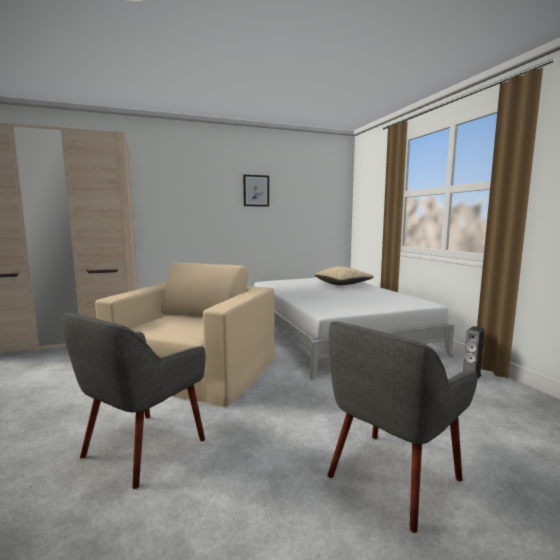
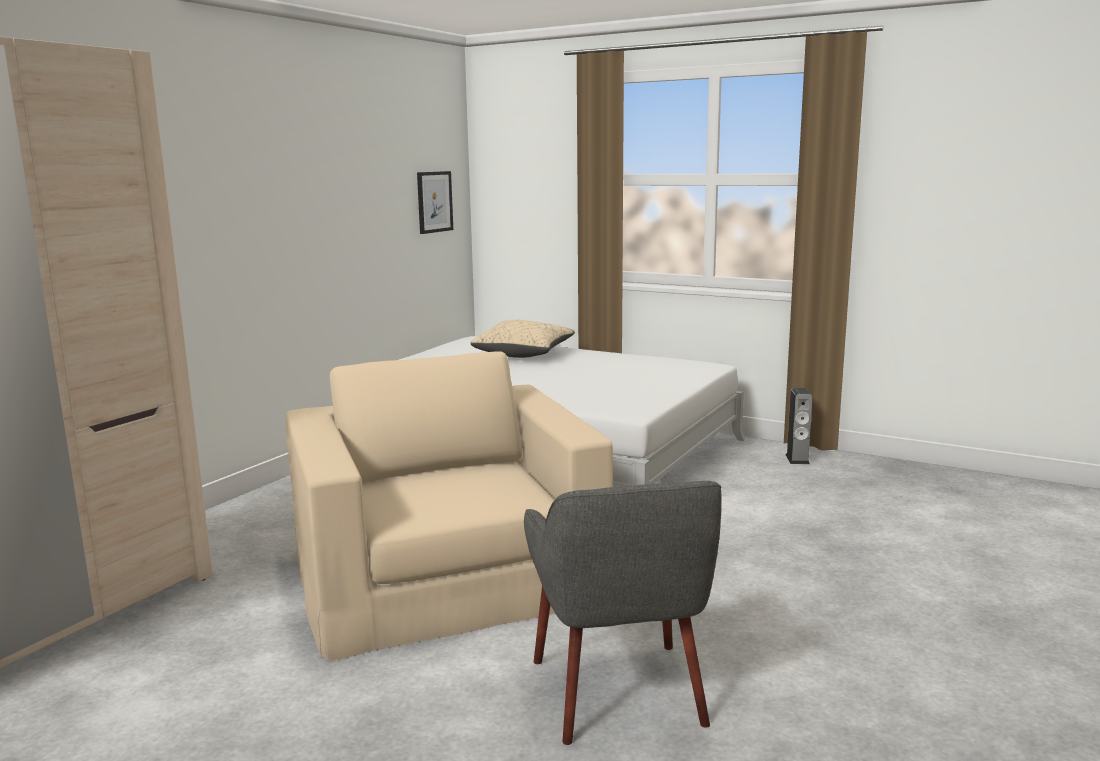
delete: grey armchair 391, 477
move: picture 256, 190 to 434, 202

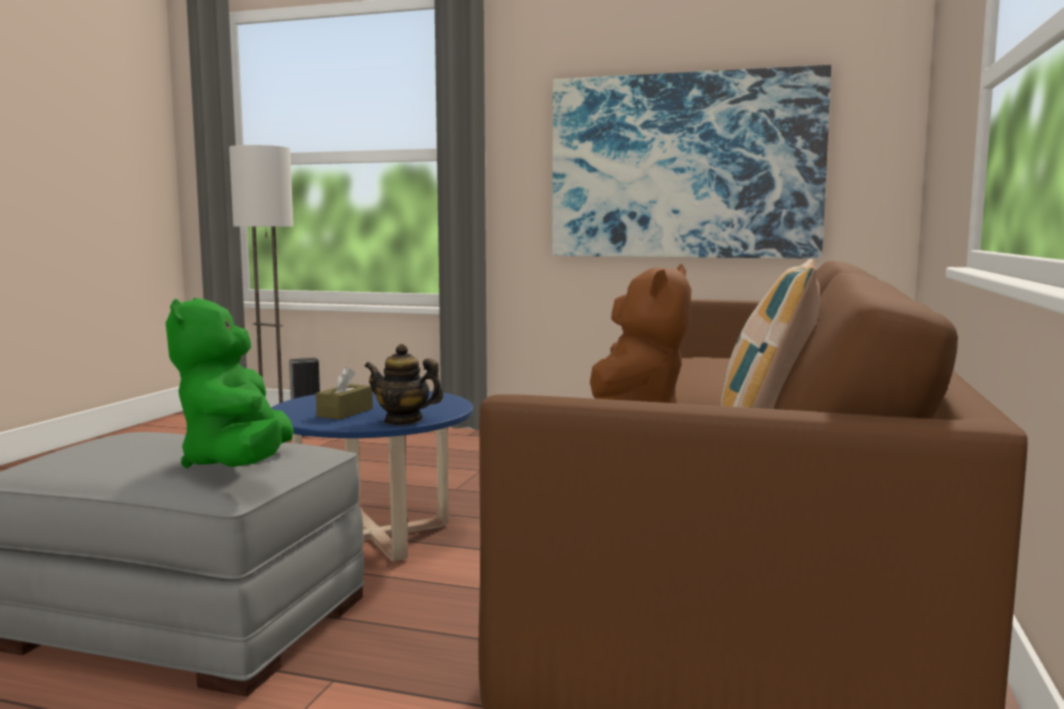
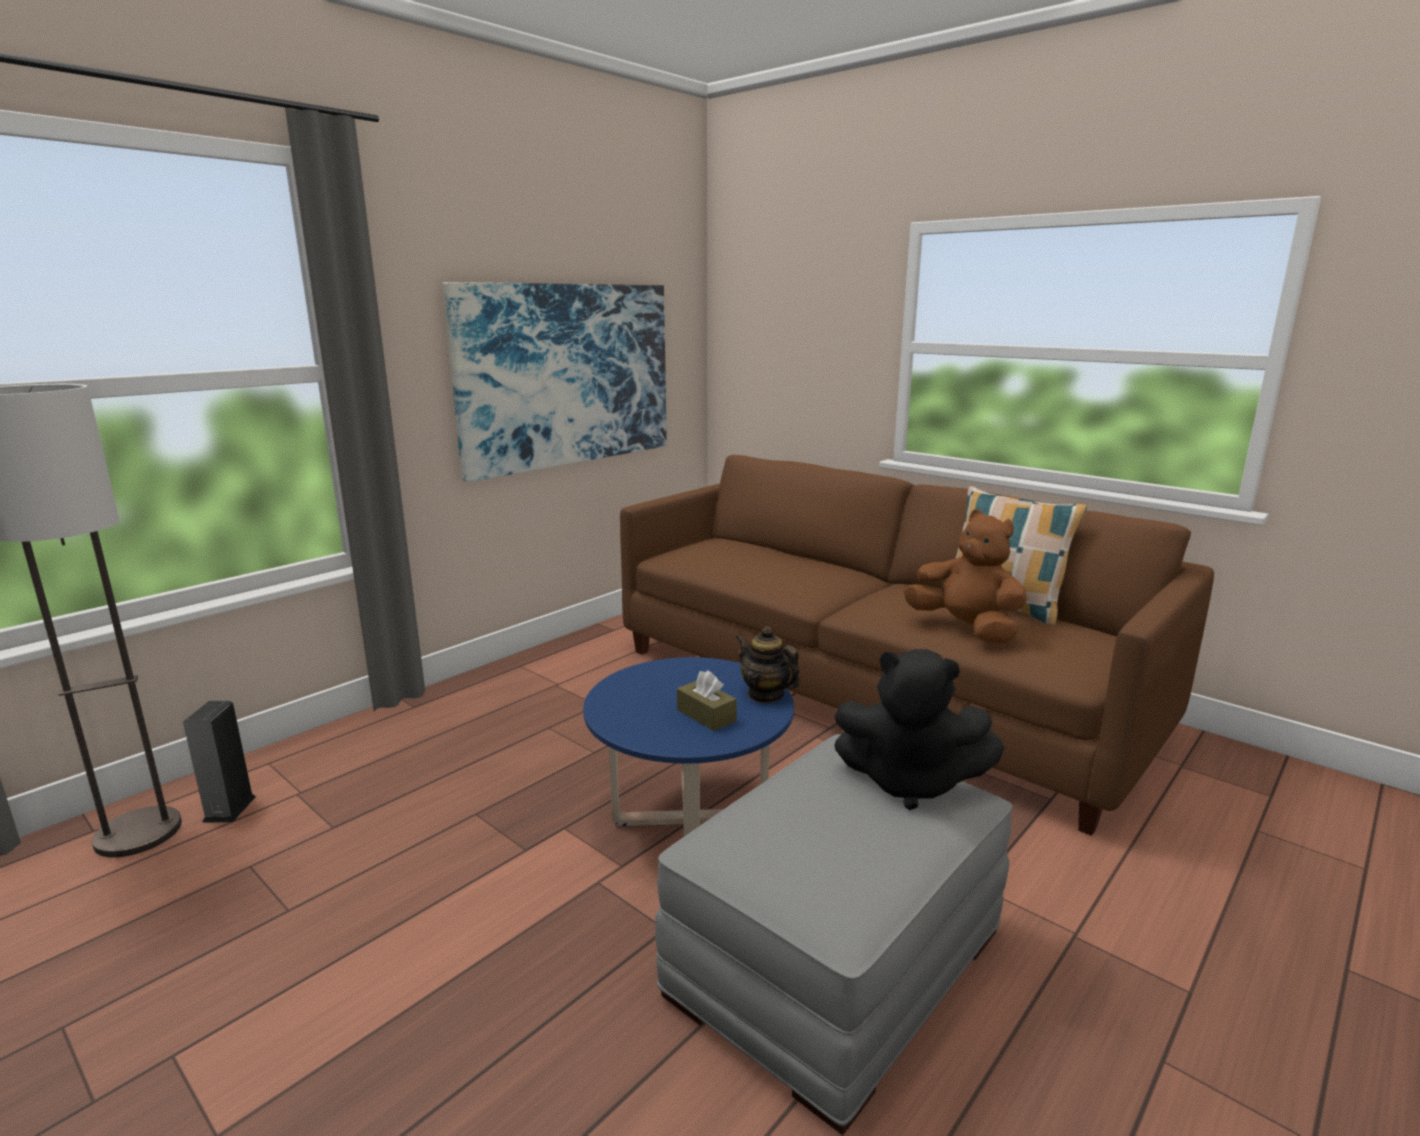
recolor: green plush toy 238, 465 to black plush toy 910, 782
rotate: teapot 403, 421 = 765, 695 90 degrees clockwise

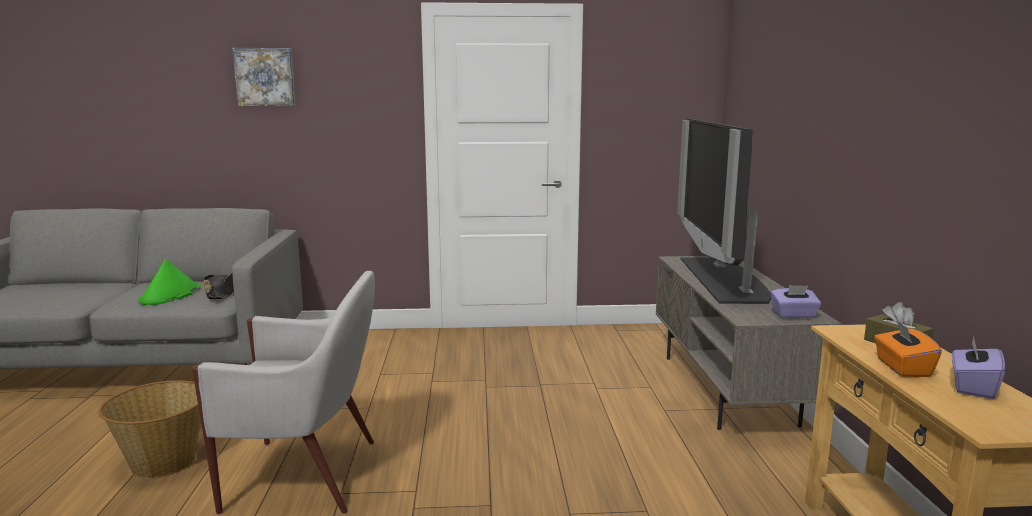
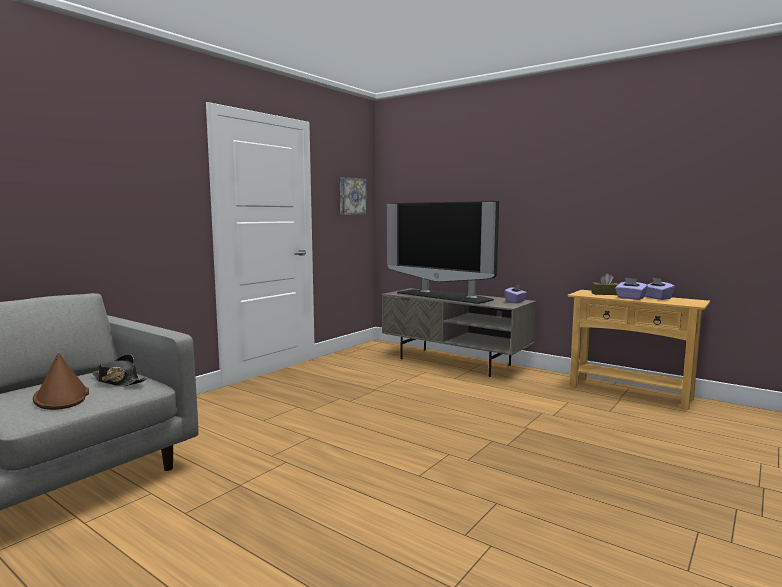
delete: white armchair 306, 475; basket 163, 462
move: picture 265, 77 to 352, 196
recolor: green hat 170, 295 to brown hat 62, 397; orange tissue box 902, 368 to purple tissue box 630, 298

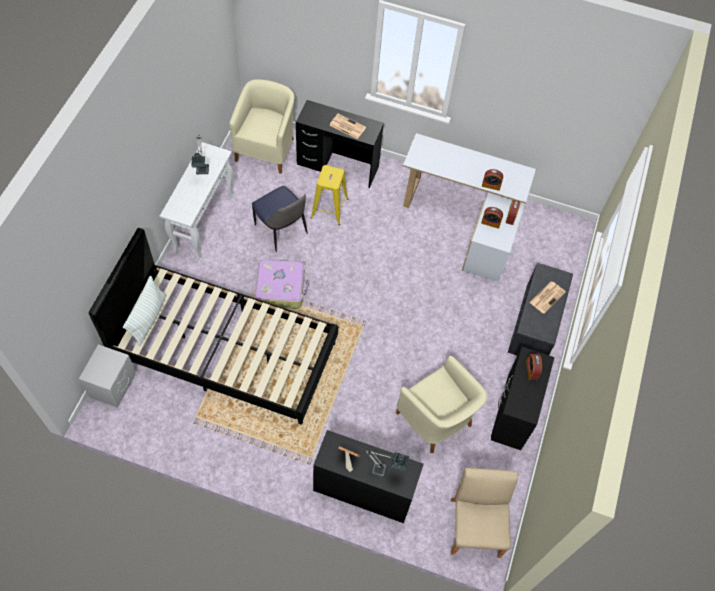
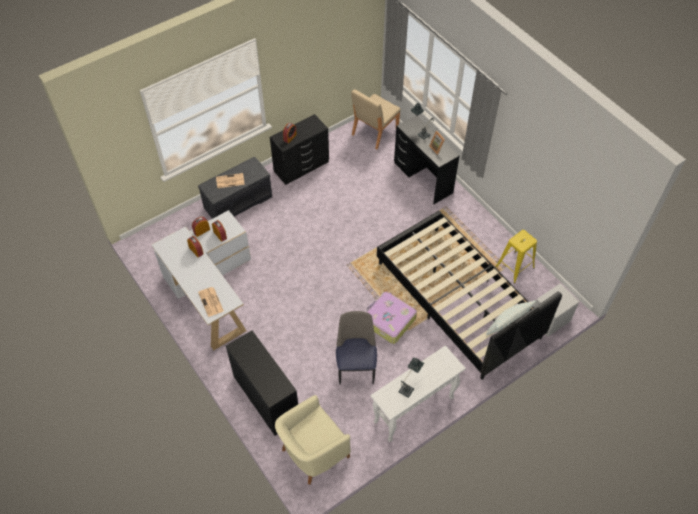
delete: beige armchair 436, 420
move: newspaper 347, 126 to 211, 302; yellow stool 329, 208 to 514, 267

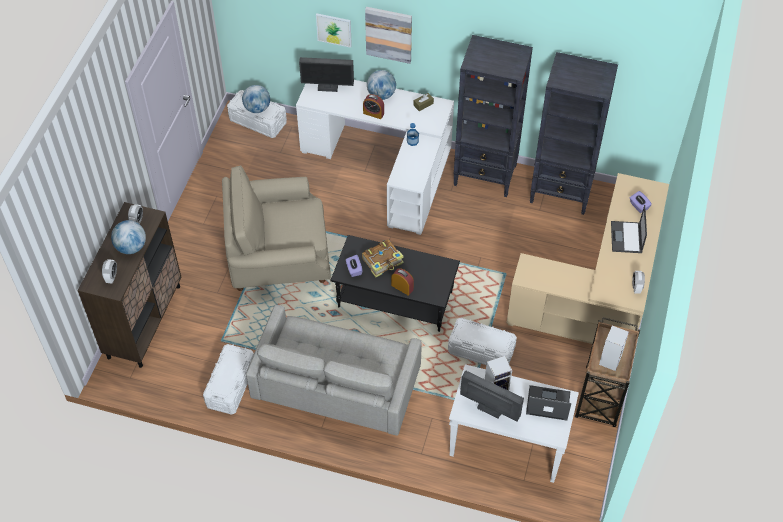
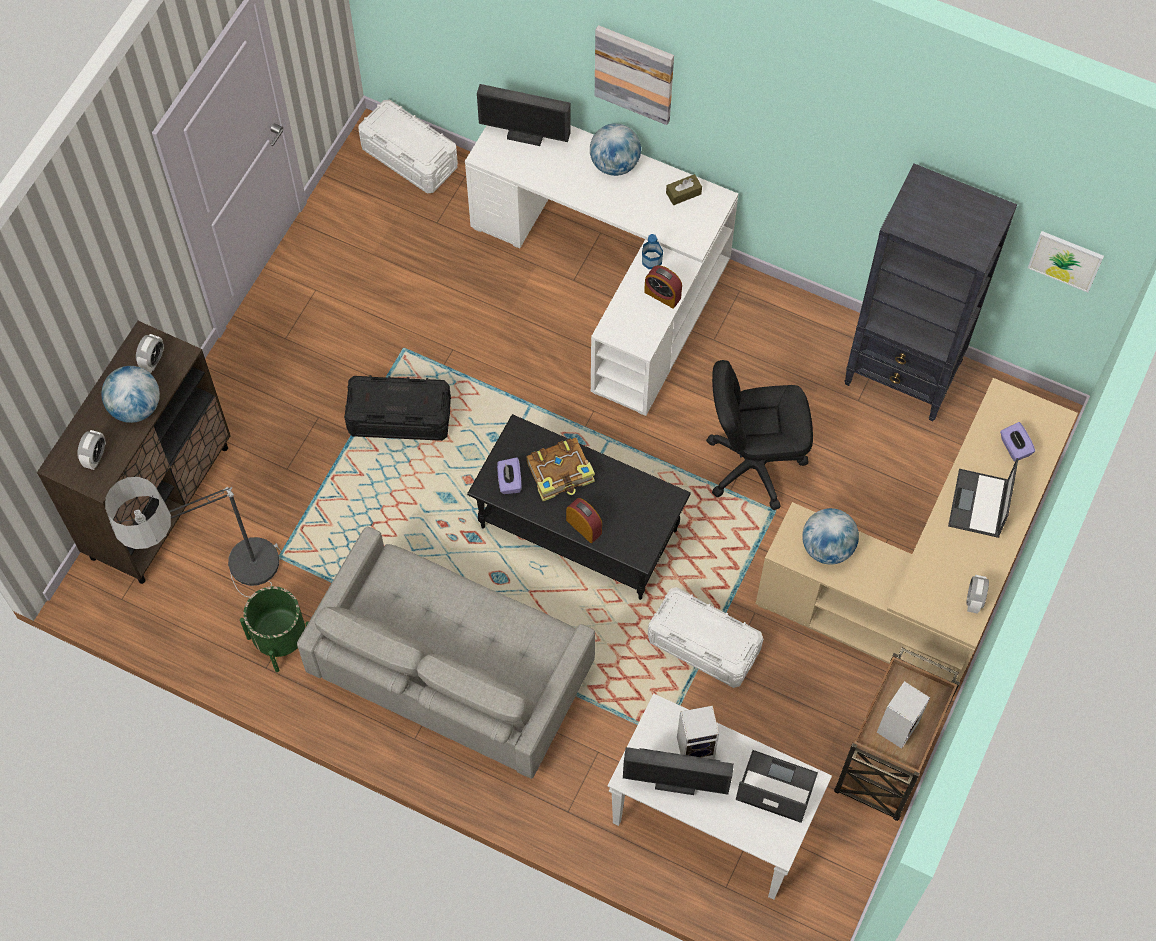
delete: black bookcase 485, 176
insert: black office chair 754, 464; floor lamp 221, 588
move: picture 334, 29 to 1065, 260; globe 257, 108 to 827, 547; alarm clock 373, 113 to 662, 295
replace: beige armchair 278, 256 to black storage box 399, 417; white storage box 231, 385 to green planter 281, 639
rotate: monitor 489, 411 = 675, 784 150 degrees clockwise

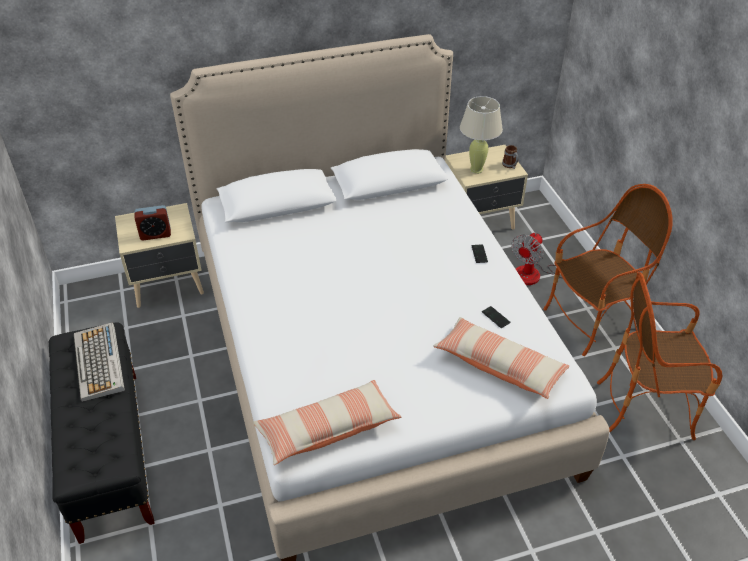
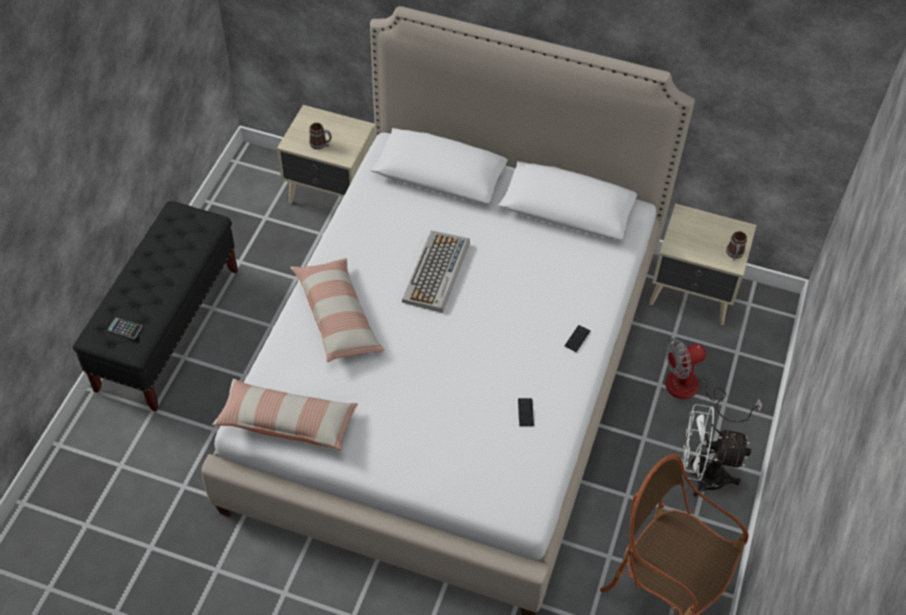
delete: beige table lamp 476, 169
insert: phone 125, 328
move: pillow 499, 365 to 337, 317; keyboard 99, 363 to 437, 273
replace: armchair 592, 321 to white fan 701, 476; alarm clock 155, 234 to mug 321, 144

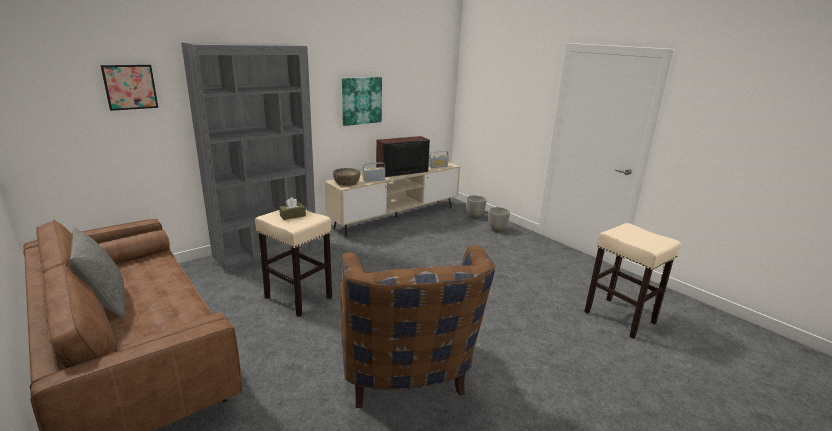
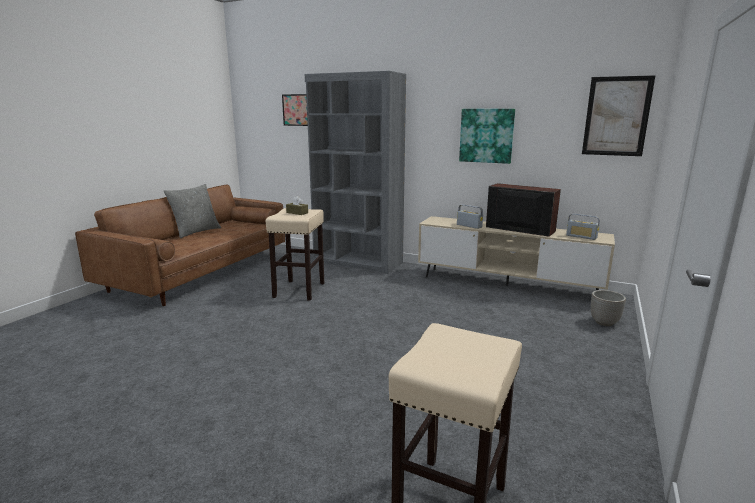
delete: brown bowl 346, 182; planter 497, 229; brown armchair 405, 379
insert: picture 616, 116

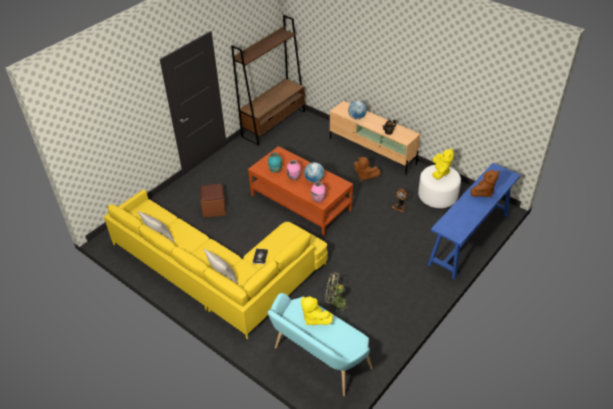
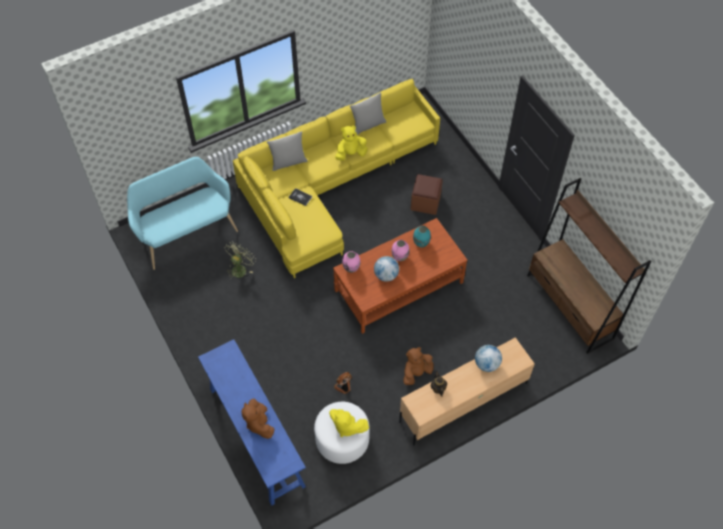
move: yellow plush toy 314, 318 to 350, 154

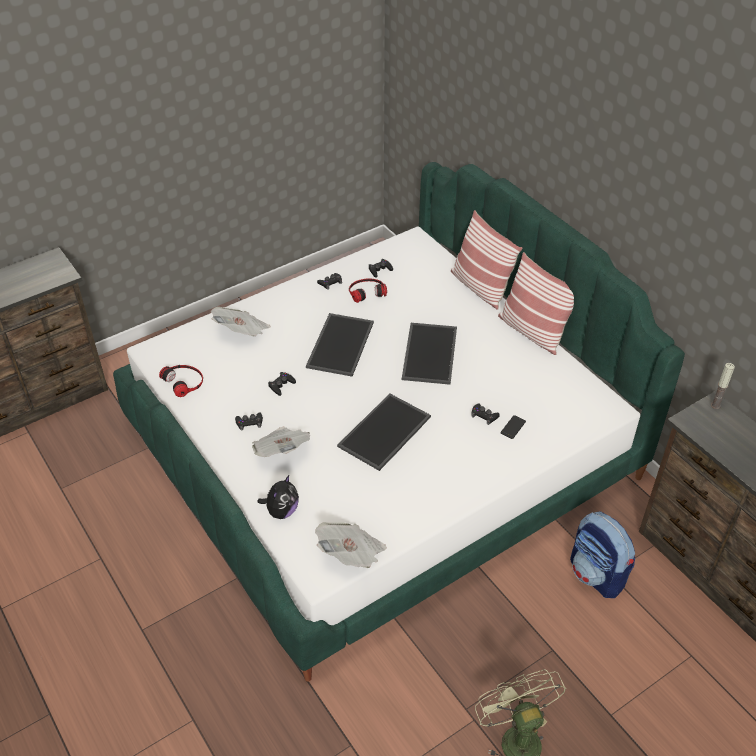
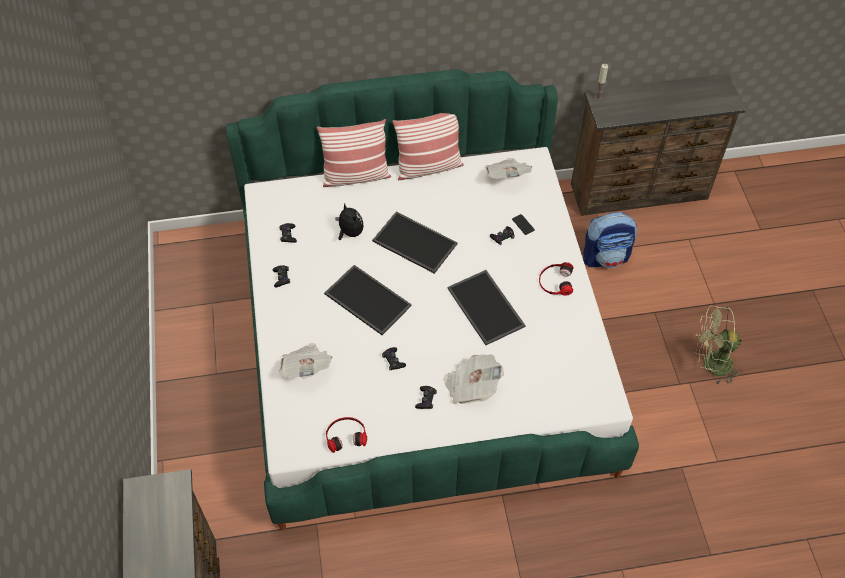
move: headphones 366, 291 to 555, 281; plush toy 281, 511 to 350, 233; newspaper 351, 554 to 507, 177

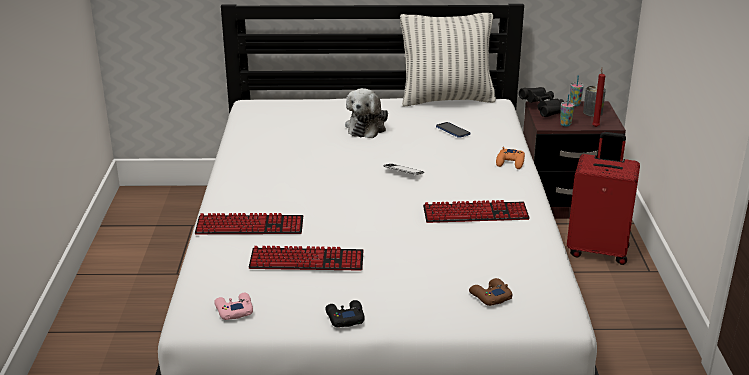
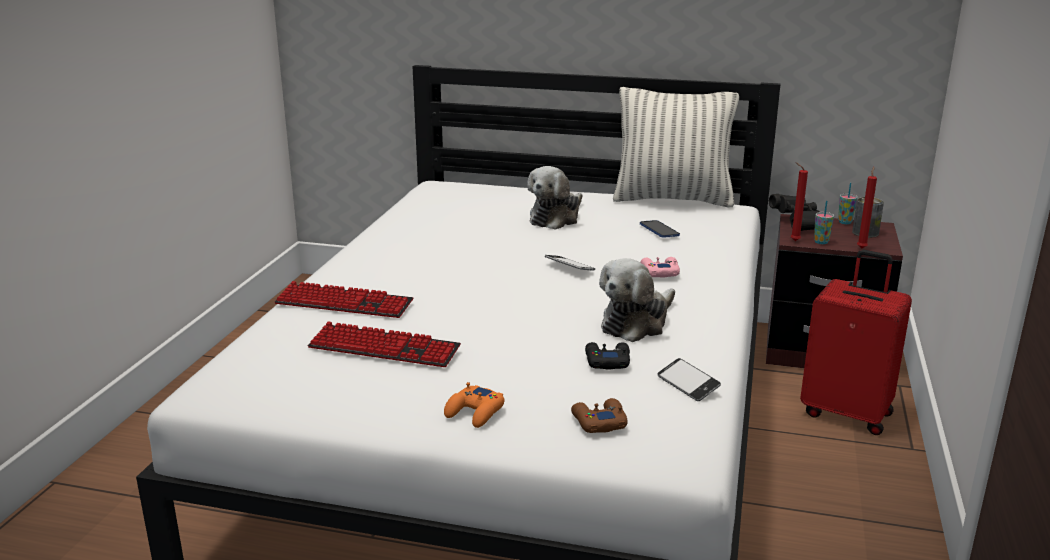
insert: red candle 793, 241; phone 687, 384
move: orange game controller 510, 162 to 475, 412; pink game controller 234, 310 to 659, 272; black game controller 345, 318 to 607, 361
replace: keyboard 475, 214 to plush toy 636, 323

